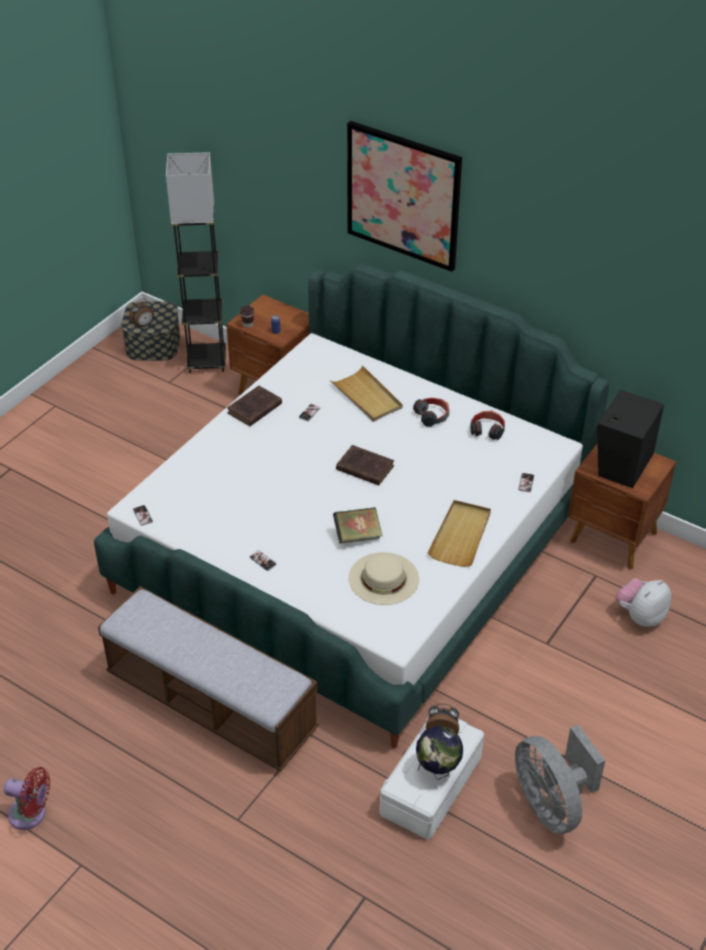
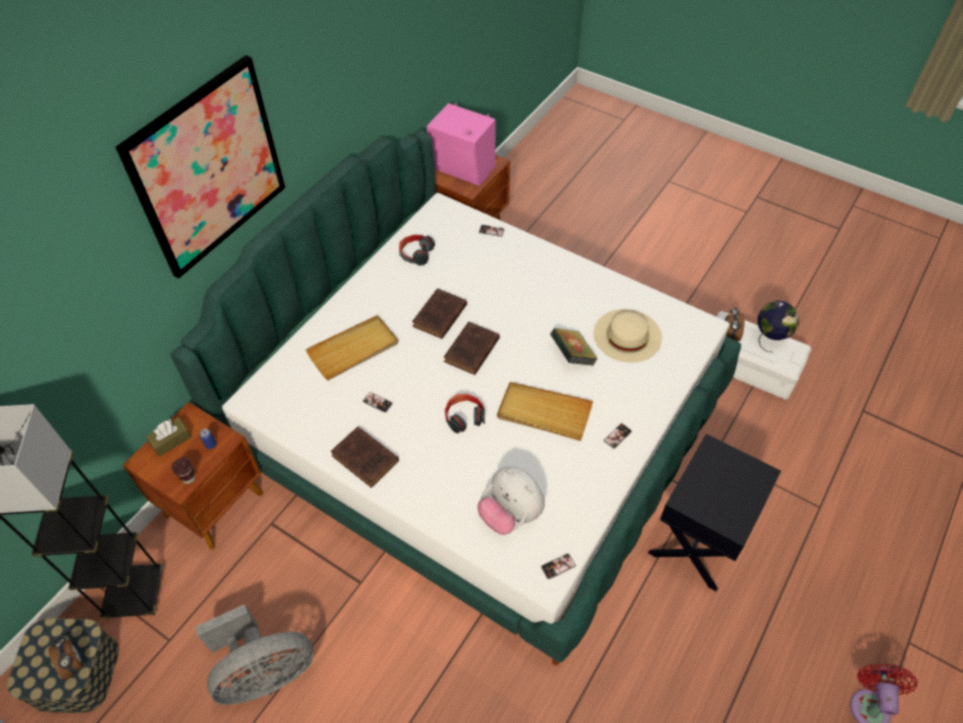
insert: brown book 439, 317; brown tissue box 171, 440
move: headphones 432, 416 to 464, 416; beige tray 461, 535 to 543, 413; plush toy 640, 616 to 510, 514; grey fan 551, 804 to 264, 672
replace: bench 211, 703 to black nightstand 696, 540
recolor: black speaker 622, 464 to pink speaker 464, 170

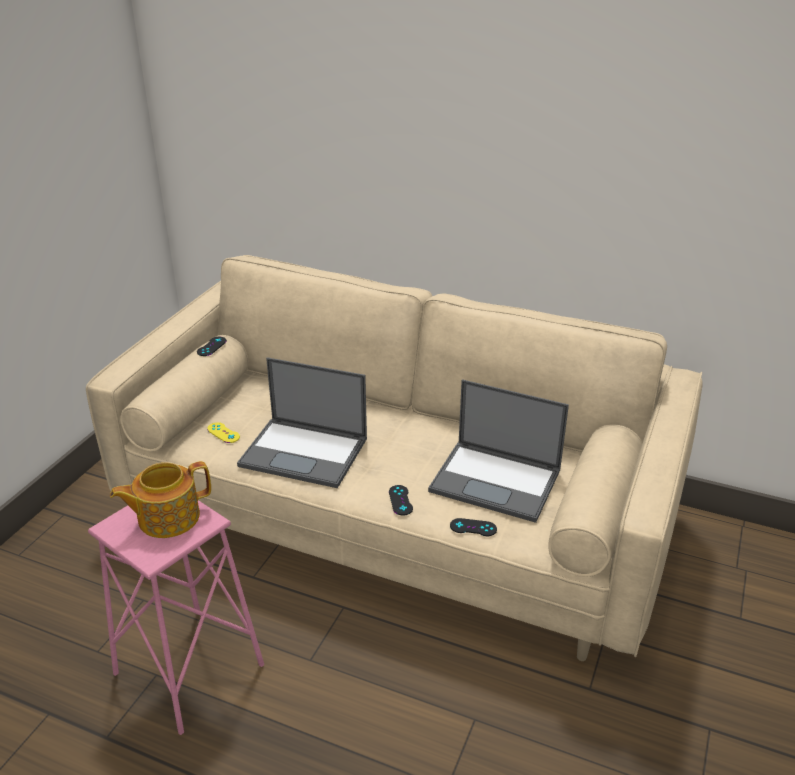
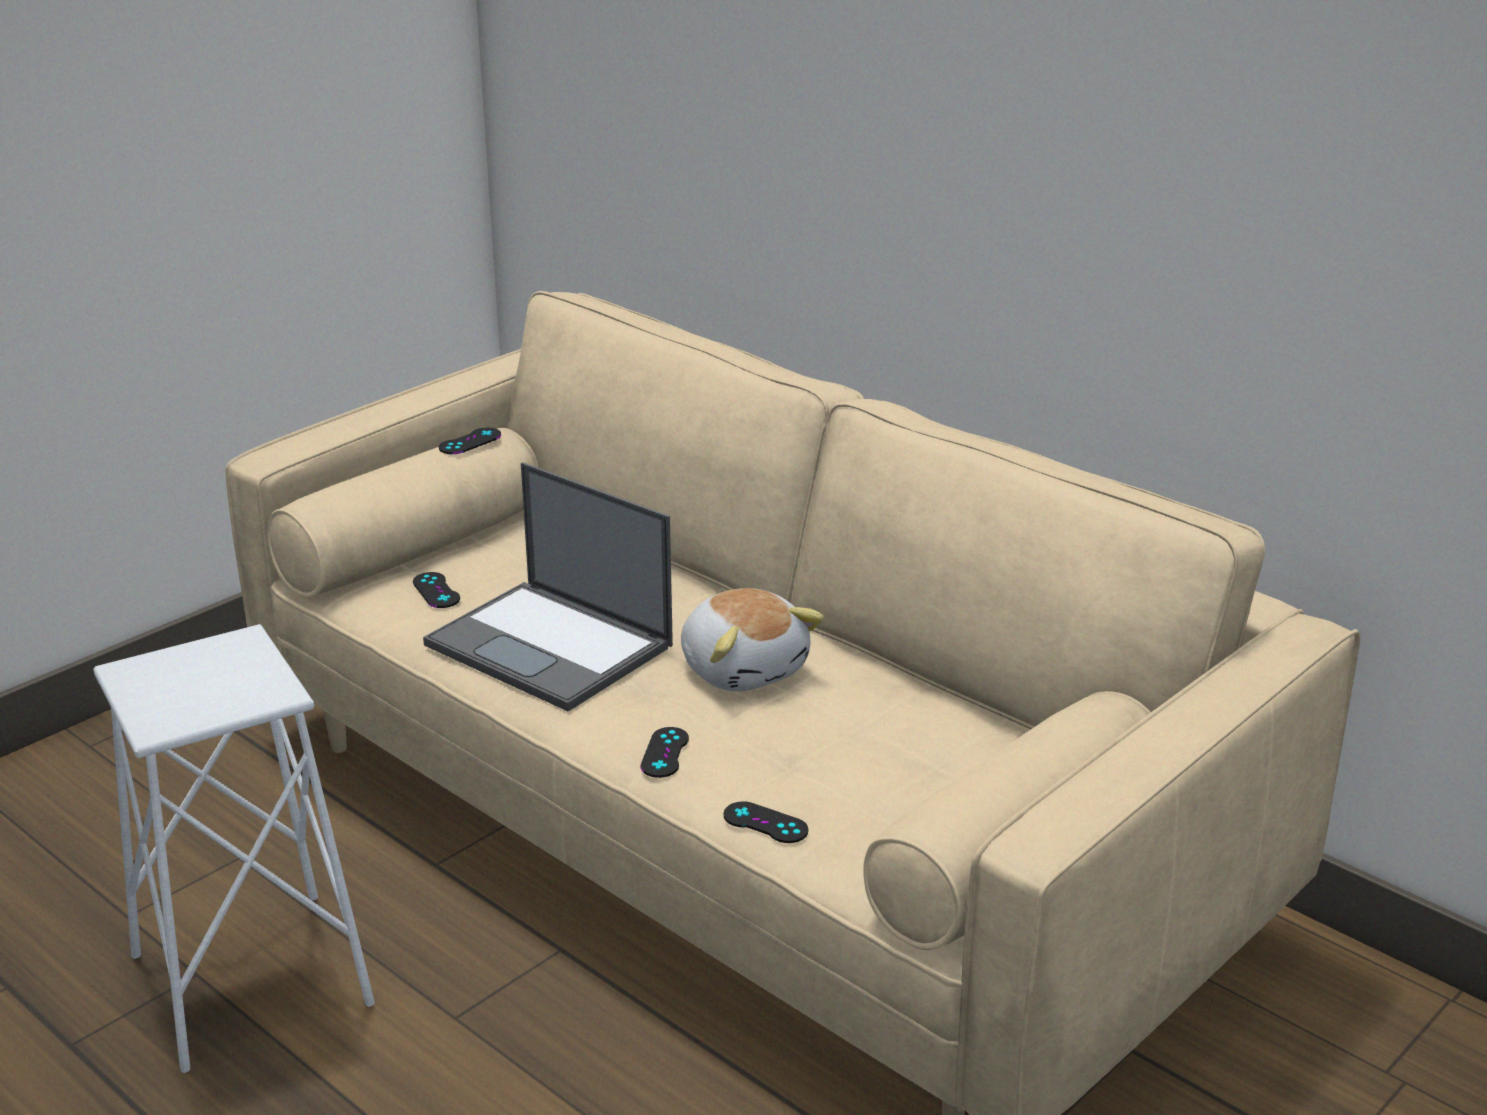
delete: laptop 497, 481; teapot 167, 517
insert: plush toy 744, 668
recolor: yellow game controller 223, 433 to black game controller 436, 590; pink stool 190, 669 to white stool 253, 979

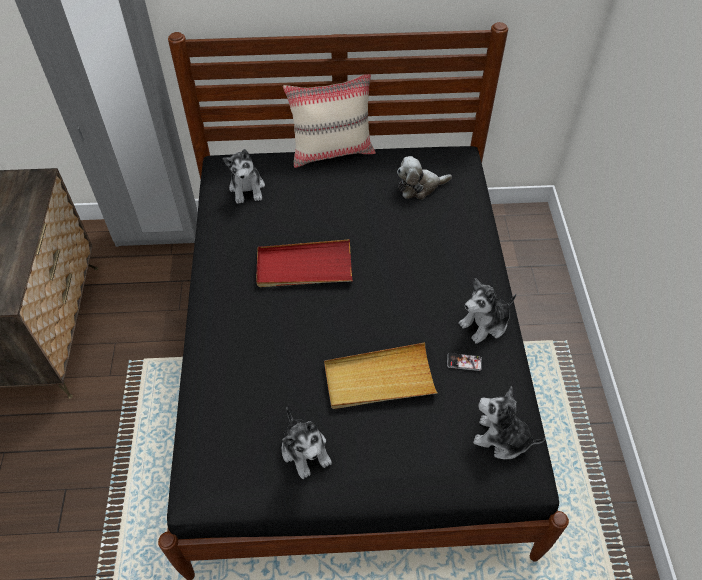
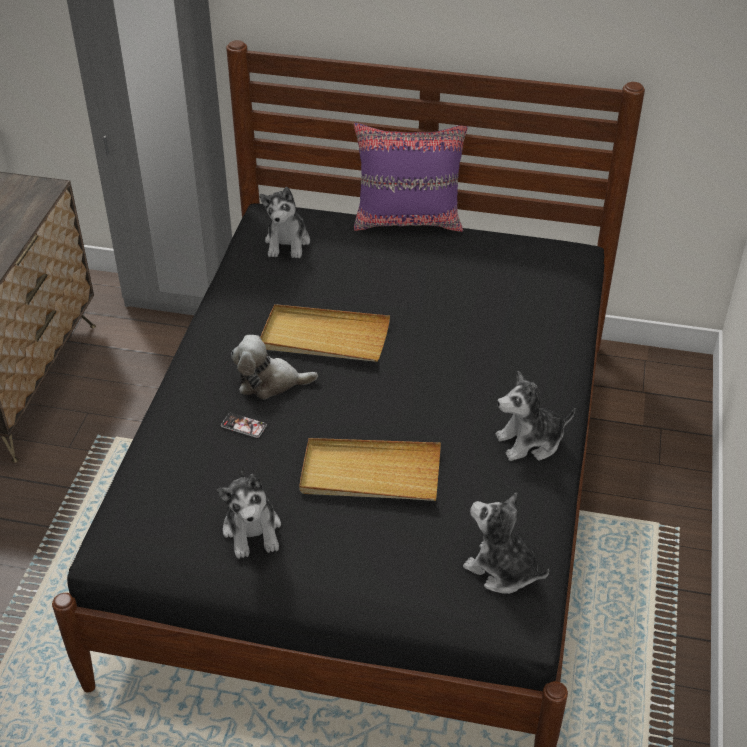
move: plush toy 419, 187 to 270, 382; phone 464, 362 to 243, 426
recolor: beige pillow 332, 151 to purple pillow 408, 220; red tray 304, 267 to beige tray 324, 338

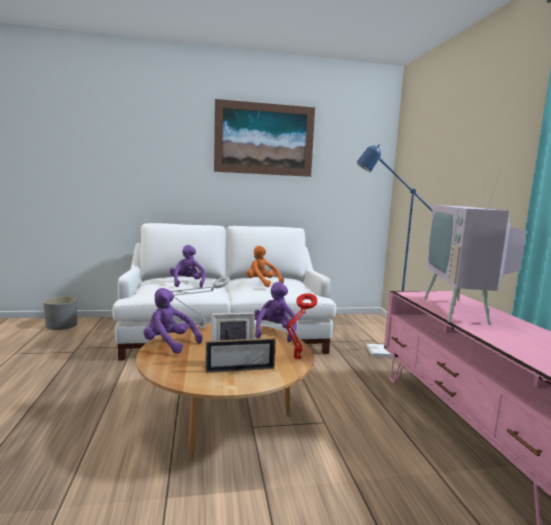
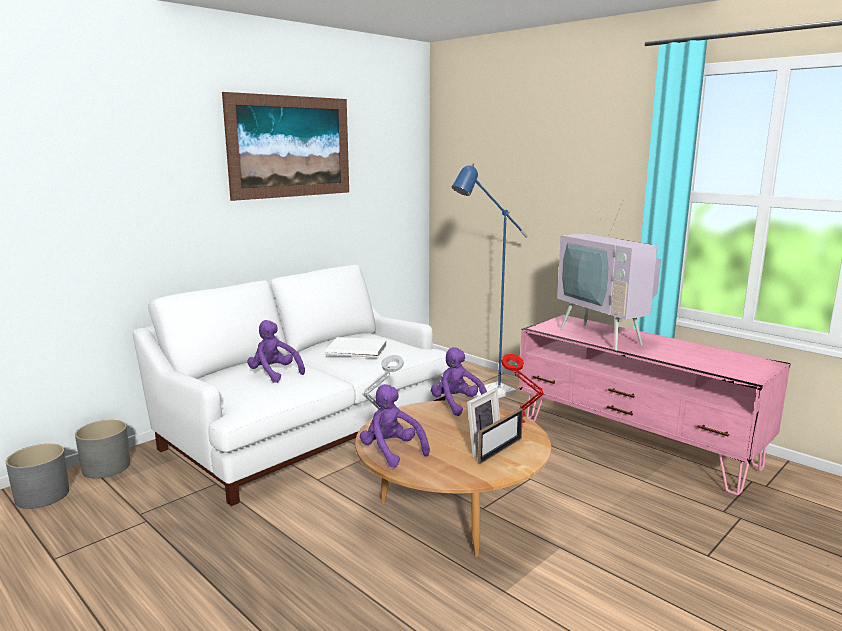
insert: grey planter 106, 467
replace: orange plush toy 261, 283 to white book 357, 349
rotate: purple plush toy 169, 344 = 391, 452 60 degrees clockwise

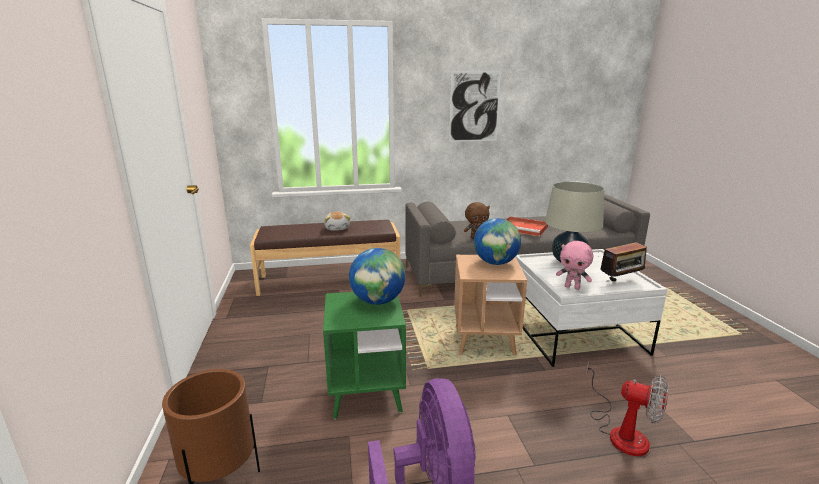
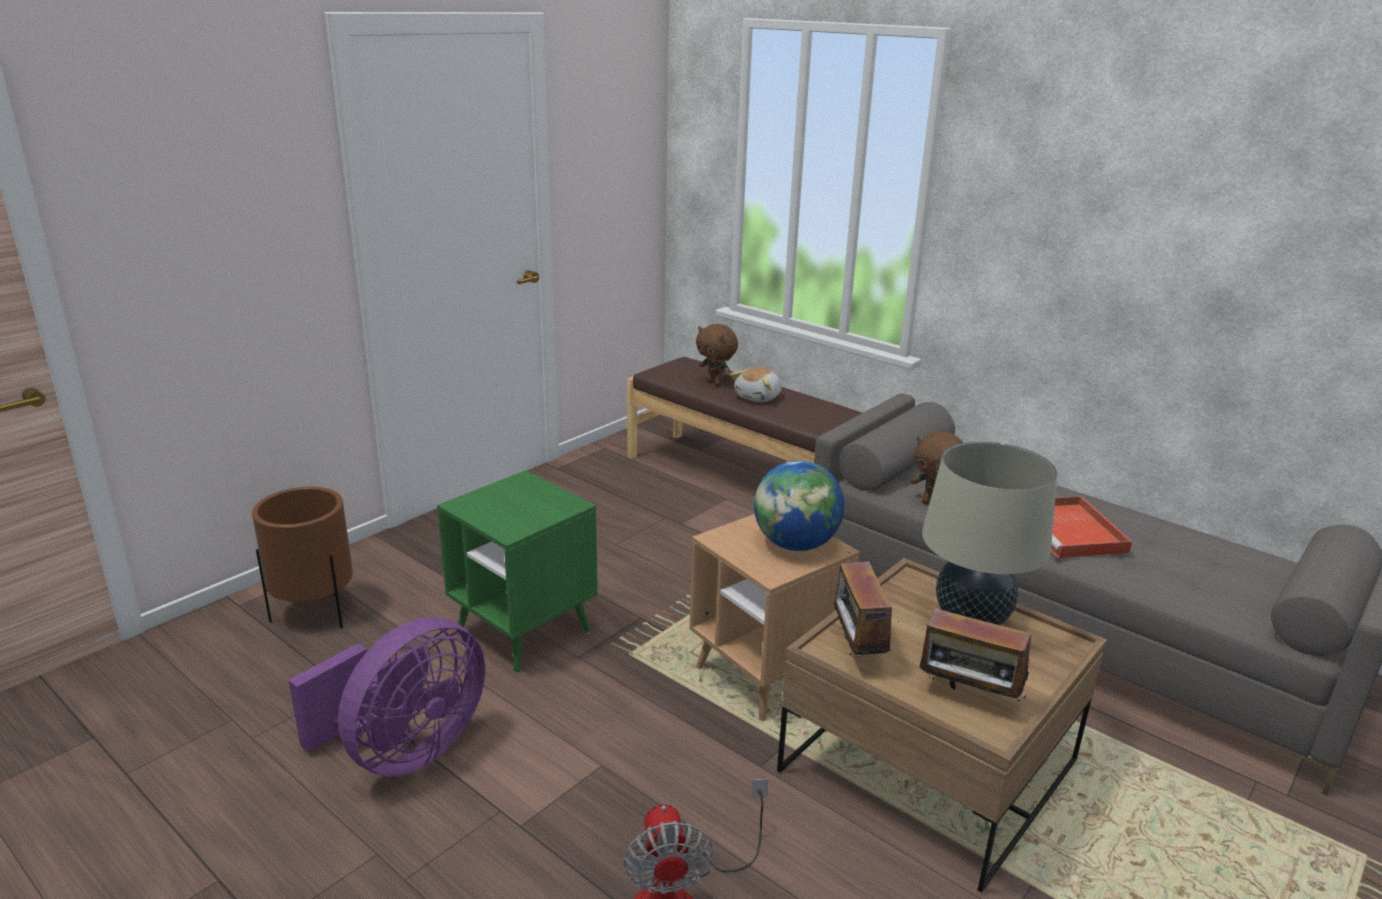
delete: picture 474, 106; globe 378, 301
insert: brown plush toy 715, 383
replace: pink plush toy 572, 287 to radio 856, 650
recolor: white coffee table 575, 332 to brown coffee table 928, 766

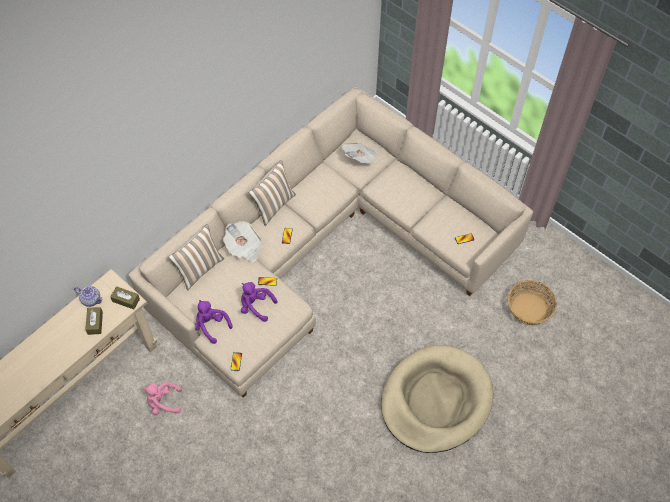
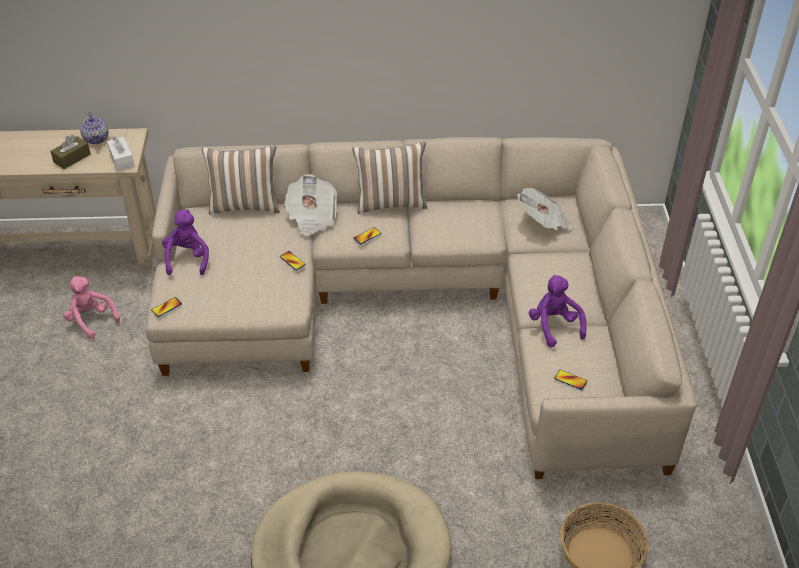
move: purple plush toy 256, 306 to 554, 326
recolor: brown tissue box 126, 300 to white tissue box 122, 159

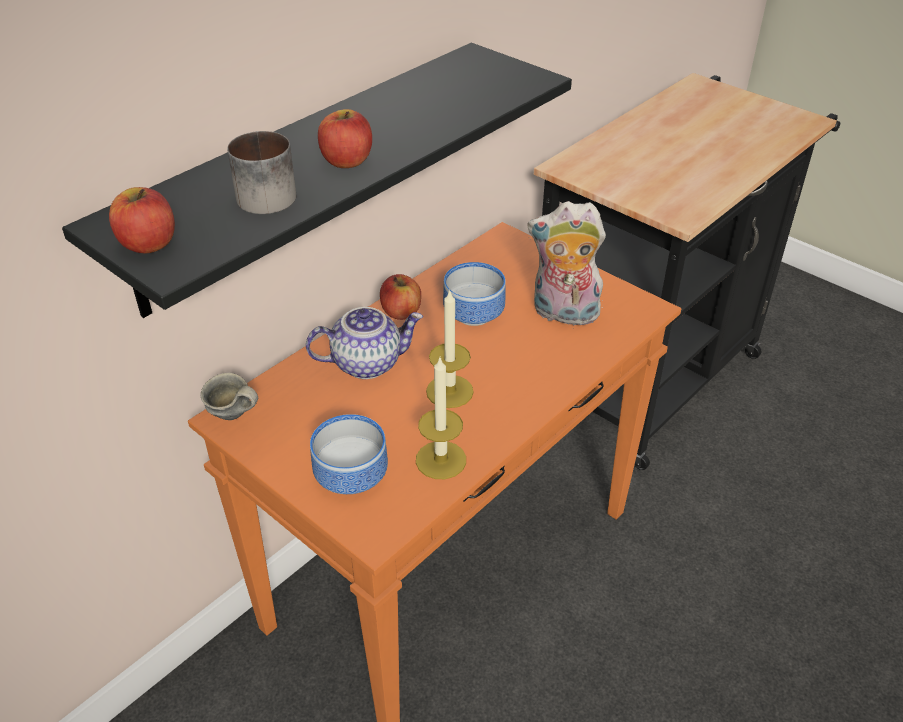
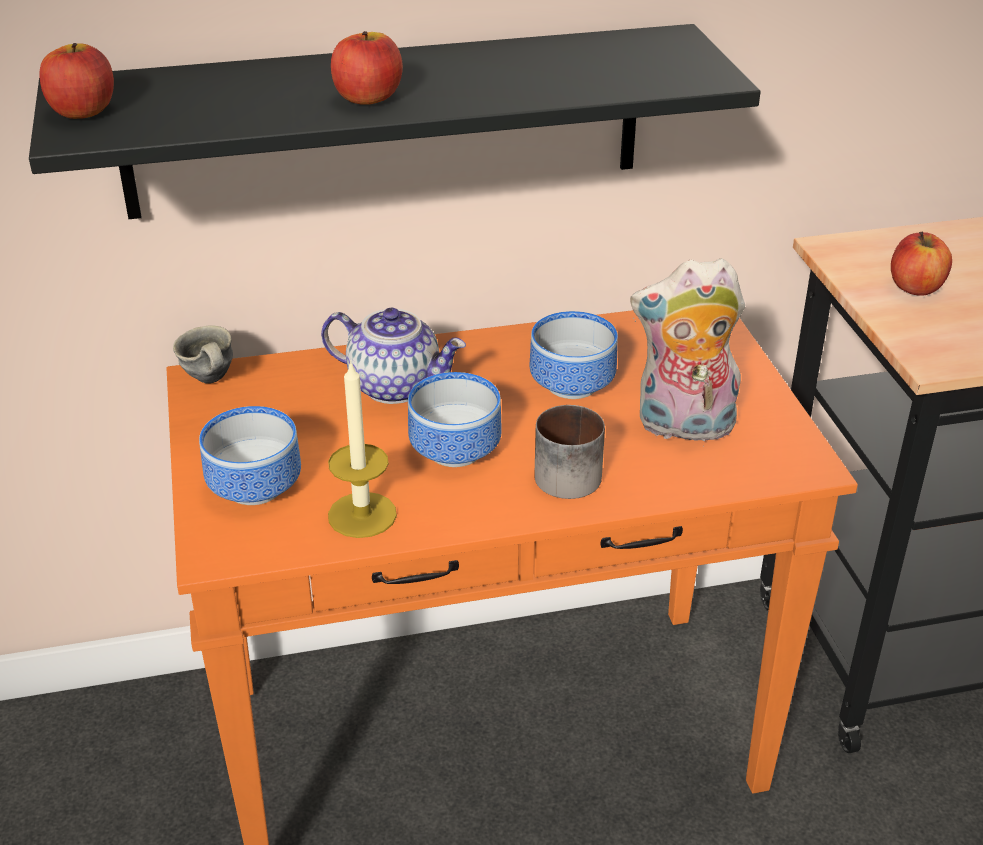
move: mug 262, 194 to 567, 471; apple 401, 312 to 915, 287
replace: candle 449, 391 to bowl 451, 451
rotate: plush toy 563, 314 = 683, 427 45 degrees counterclockwise

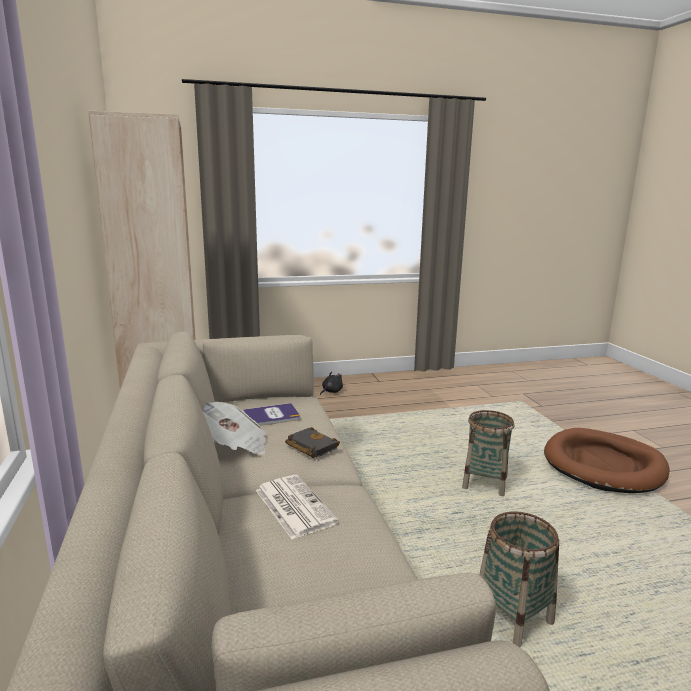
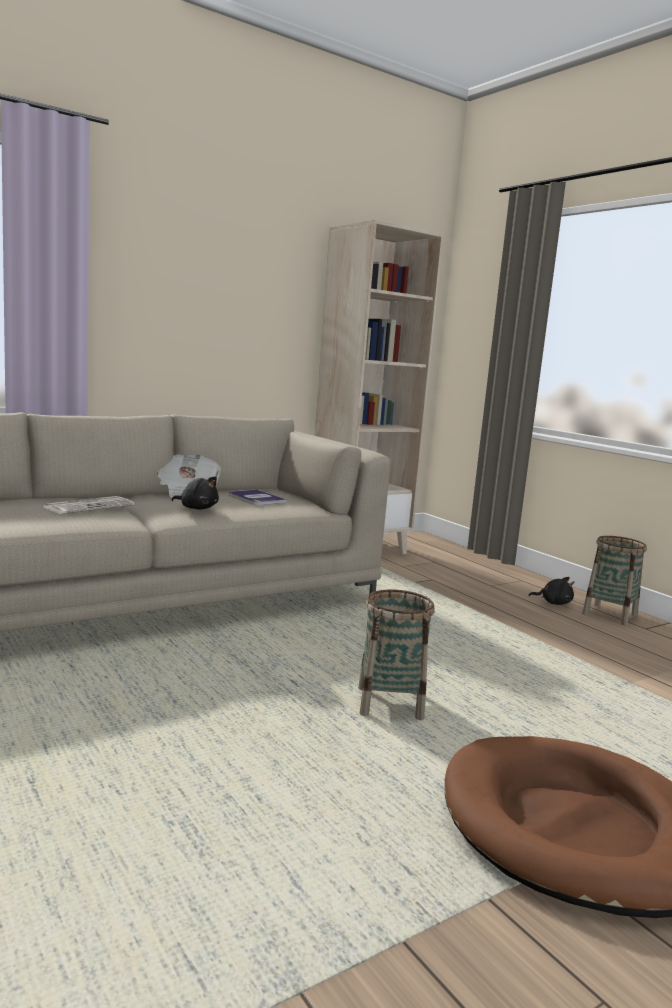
move: basket 512, 617 to 609, 614
replace: black book 310, 446 to black plush toy 197, 508

